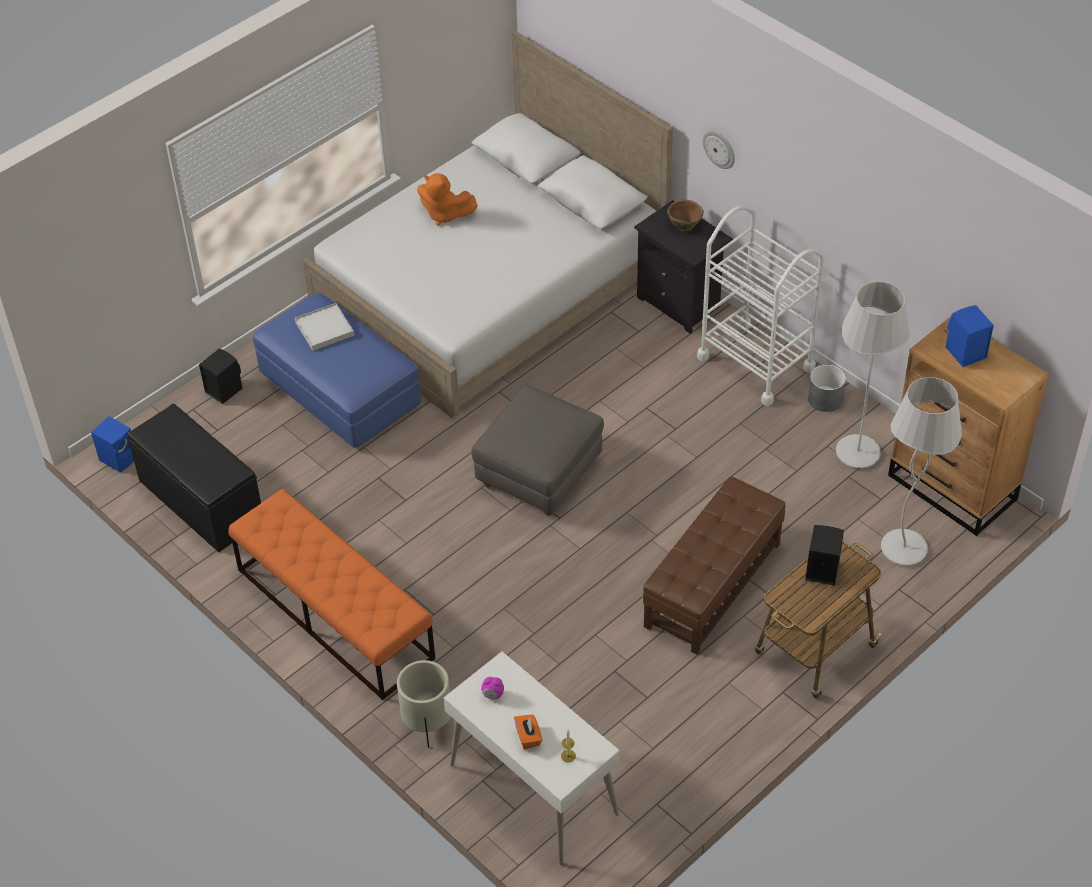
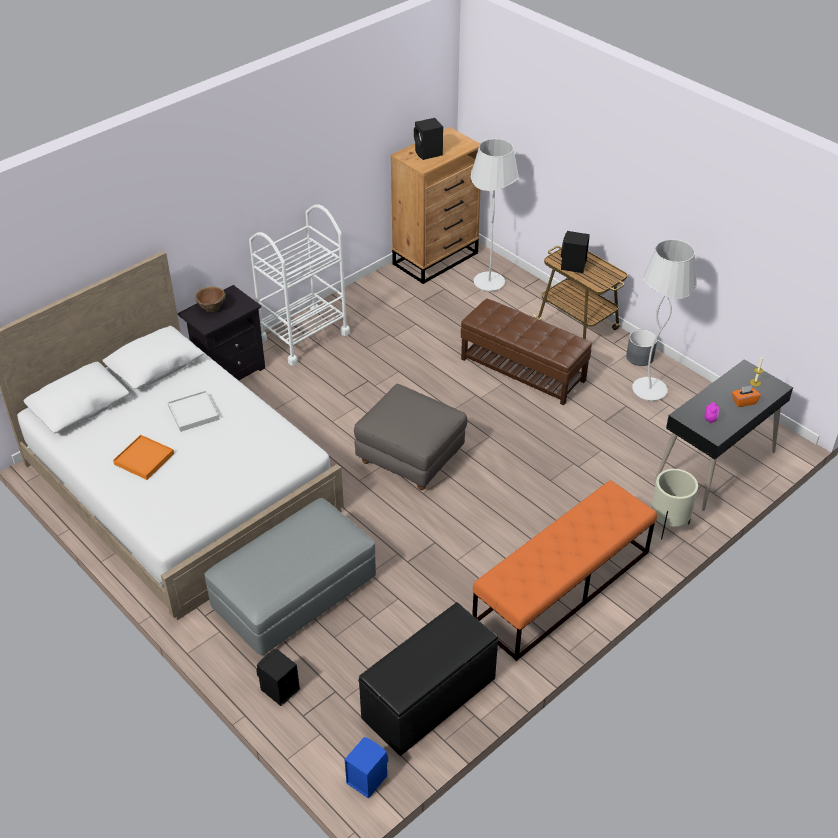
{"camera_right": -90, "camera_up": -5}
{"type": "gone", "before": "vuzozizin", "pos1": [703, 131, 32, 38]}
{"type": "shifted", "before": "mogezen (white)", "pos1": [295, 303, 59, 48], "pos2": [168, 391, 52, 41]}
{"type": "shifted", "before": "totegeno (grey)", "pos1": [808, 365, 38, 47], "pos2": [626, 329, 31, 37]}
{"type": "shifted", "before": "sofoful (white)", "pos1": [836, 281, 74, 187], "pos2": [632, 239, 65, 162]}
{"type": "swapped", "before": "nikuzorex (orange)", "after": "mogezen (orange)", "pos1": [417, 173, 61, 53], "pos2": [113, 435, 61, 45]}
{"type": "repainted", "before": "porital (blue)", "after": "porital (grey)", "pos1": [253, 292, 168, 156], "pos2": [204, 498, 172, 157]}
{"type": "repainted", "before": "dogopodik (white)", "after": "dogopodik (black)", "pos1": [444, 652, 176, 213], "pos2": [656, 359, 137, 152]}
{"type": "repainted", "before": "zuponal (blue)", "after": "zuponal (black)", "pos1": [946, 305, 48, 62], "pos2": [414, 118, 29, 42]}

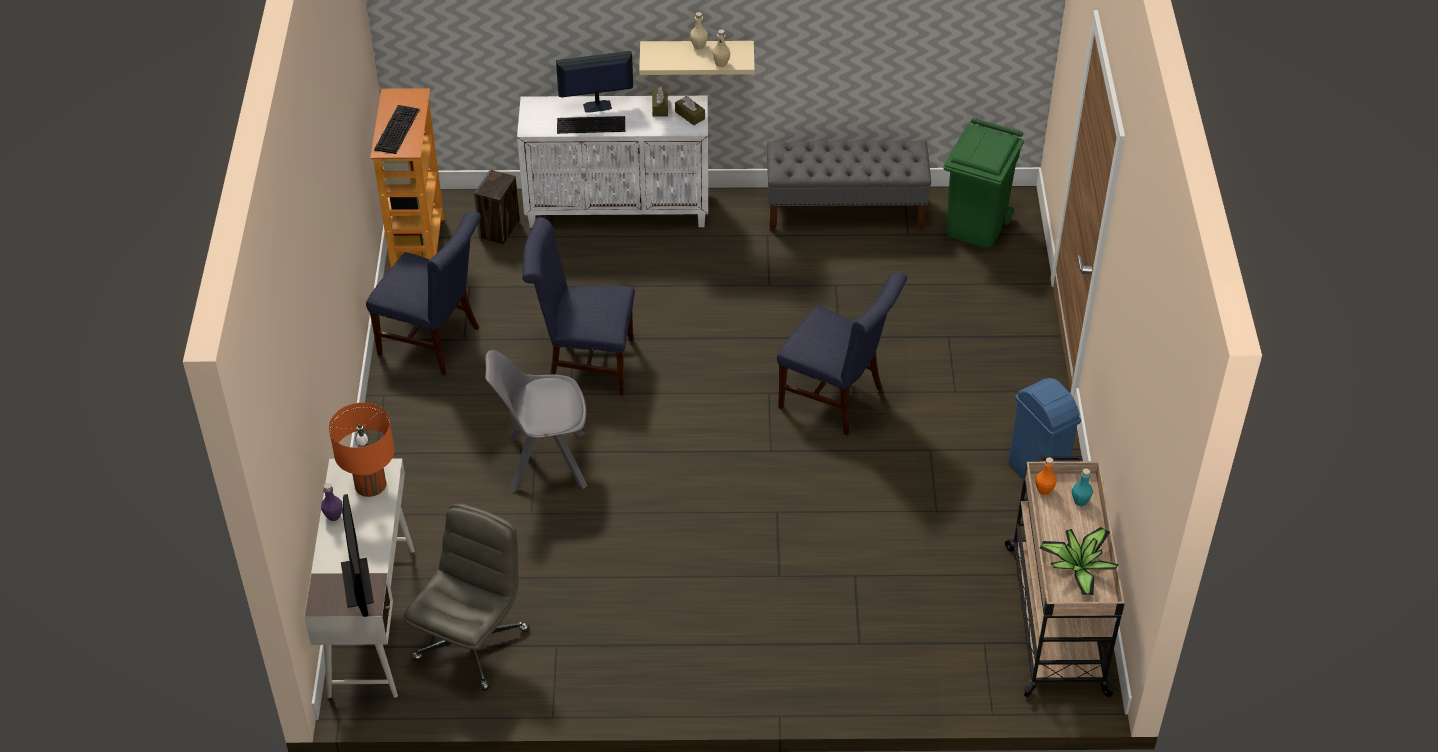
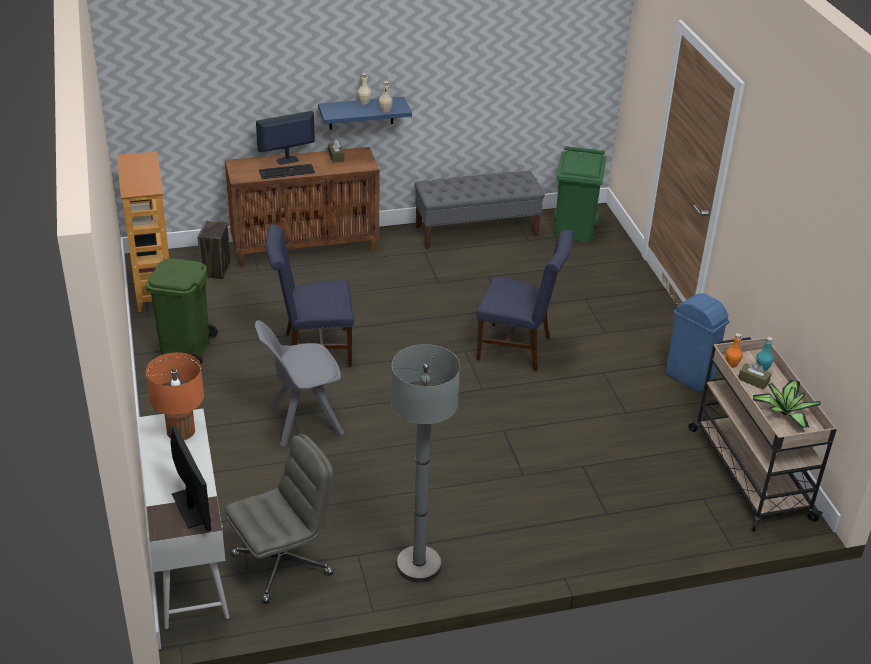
{"camera_right": -15, "camera_up": -10}
{"type": "gone", "before": "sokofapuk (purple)", "pos1": [321, 483, 21, 38]}
{"type": "gone", "before": "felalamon", "pos1": [374, 105, 46, 49]}
{"type": "new", "after": "sofoful (grey)", "pos2": [391, 344, 69, 239]}
{"type": "shifted", "before": "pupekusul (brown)", "pos1": [675, 96, 30, 29], "pos2": [738, 363, 34, 27]}
{"type": "swapped", "before": "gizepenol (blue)", "after": "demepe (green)", "pos1": [366, 211, 115, 164], "pos2": [145, 258, 73, 106]}
{"type": "repainted", "before": "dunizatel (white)", "after": "dunizatel (brown)", "pos1": [517, 96, 191, 132], "pos2": [225, 147, 155, 120]}
{"type": "repainted", "before": "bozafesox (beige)", "after": "bozafesox (blue)", "pos1": [639, 41, 116, 34], "pos2": [318, 97, 94, 33]}
{"type": "rotated", "before": "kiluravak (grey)", "pos1": [404, 503, 126, 188], "pos2": [224, 434, 110, 170], "turn": 45}

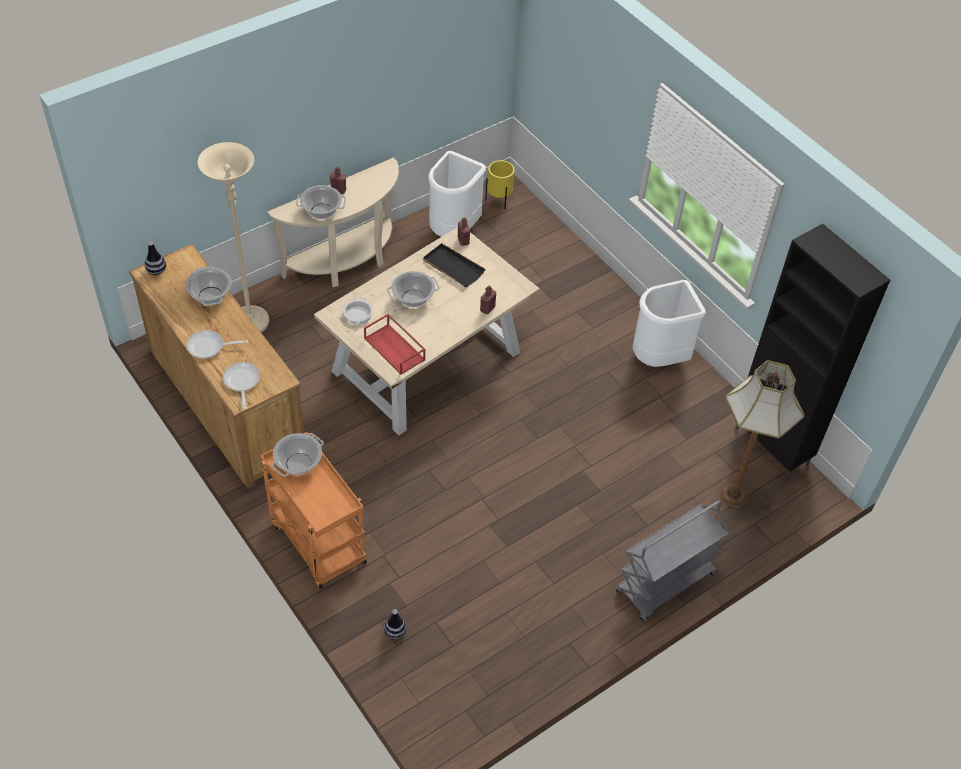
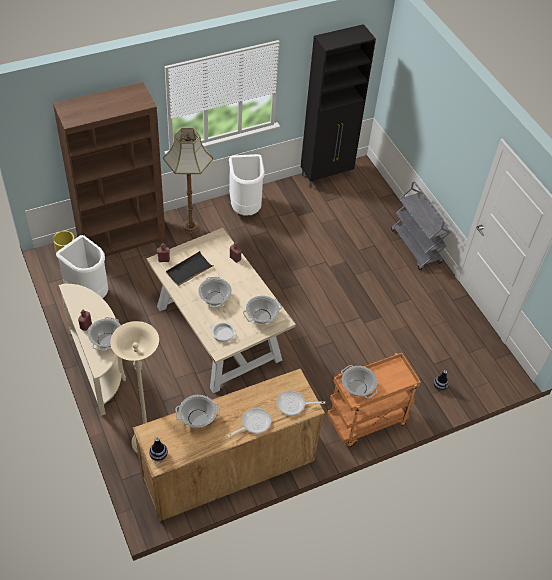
{"camera_right": -80, "camera_up": 0}
{"type": "new", "after": "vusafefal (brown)", "pos2": [53, 82, 113, 175]}
{"type": "shifted", "before": "sofoful", "pos1": [720, 360, 85, 147], "pos2": [163, 128, 50, 105]}
{"type": "swapped", "before": "mogezen (red)", "after": "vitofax", "pos1": [364, 314, 62, 61], "pos2": [243, 296, 39, 28]}
{"type": "rotated", "before": "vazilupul", "pos1": [186, 330, 62, 29], "pos2": [228, 408, 43, 29], "turn": -135}

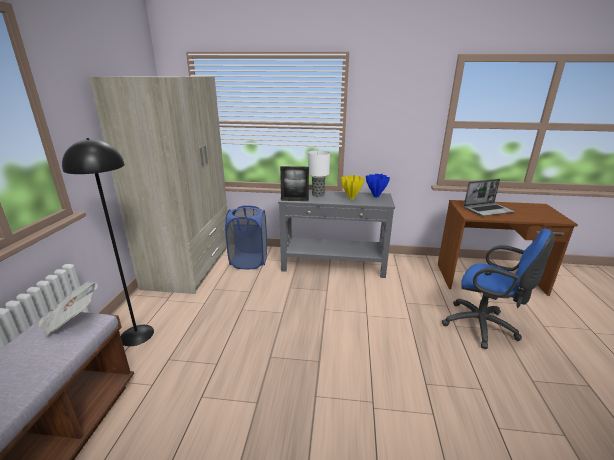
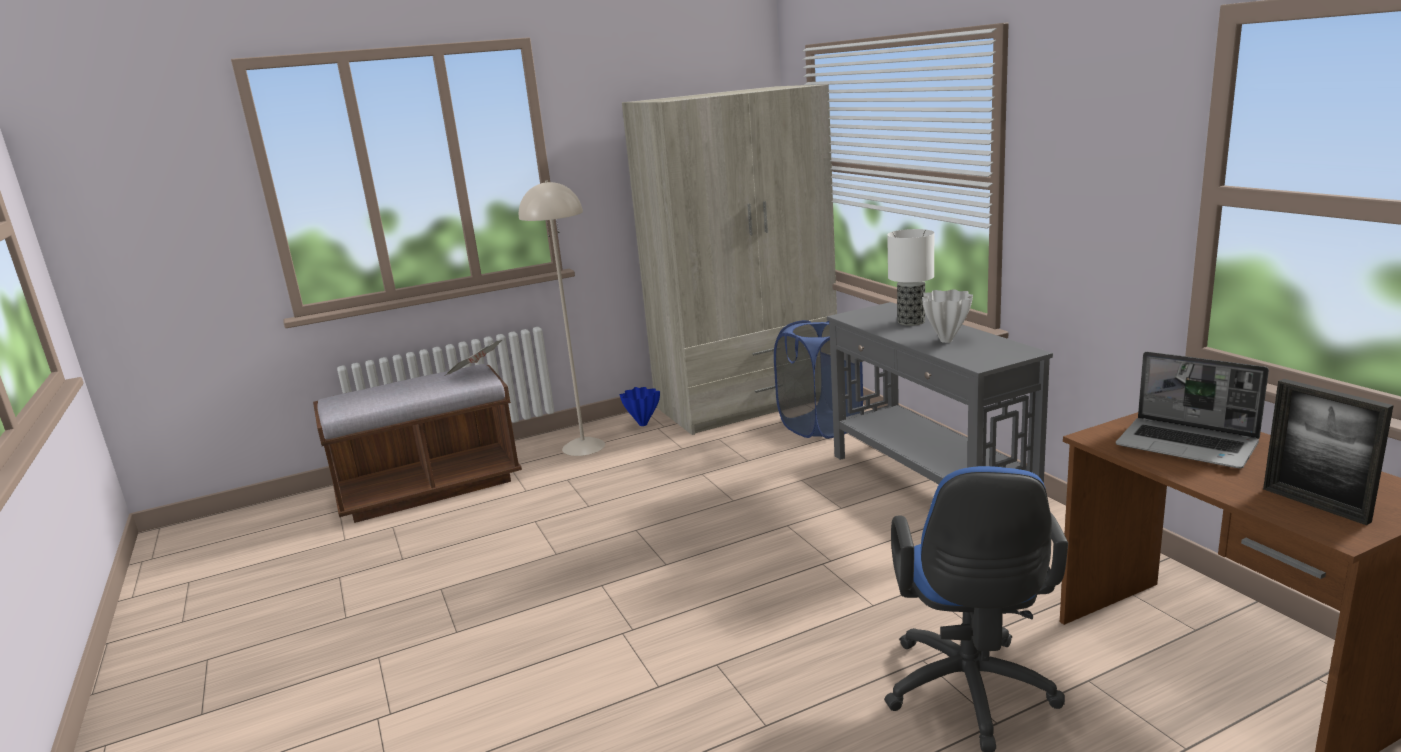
{"camera_right": 60, "camera_up": -5}
{"type": "shifted", "before": "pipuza", "pos1": [280, 166, 29, 35], "pos2": [1263, 379, 131, 146]}
{"type": "shifted", "before": "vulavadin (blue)", "pos1": [366, 174, 24, 23], "pos2": [620, 387, 40, 39]}
{"type": "repainted", "before": "sofoful (black)", "after": "sofoful (beige)", "pos1": [62, 138, 92, 208], "pos2": [519, 181, 86, 275]}
{"type": "repainted", "before": "vulavadin (yellow)", "after": "vulavadin (white)", "pos1": [341, 175, 24, 25], "pos2": [922, 290, 51, 53]}

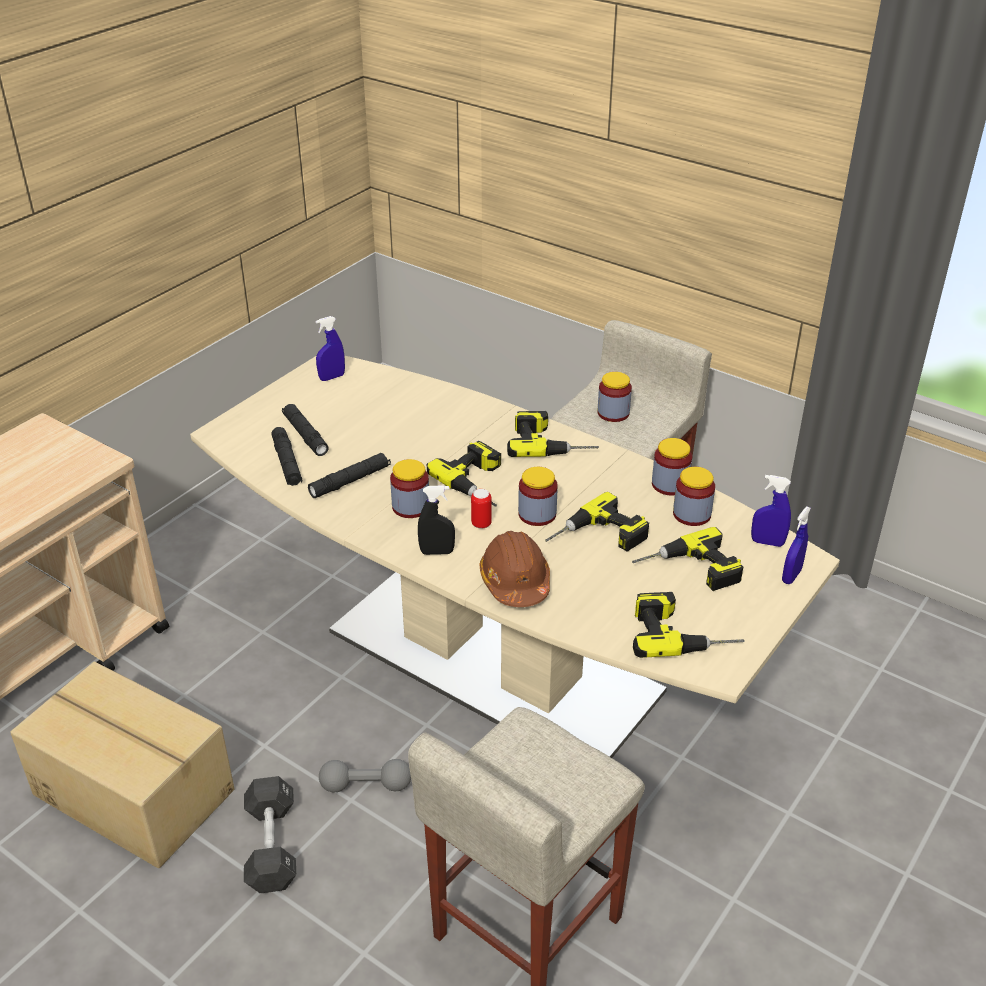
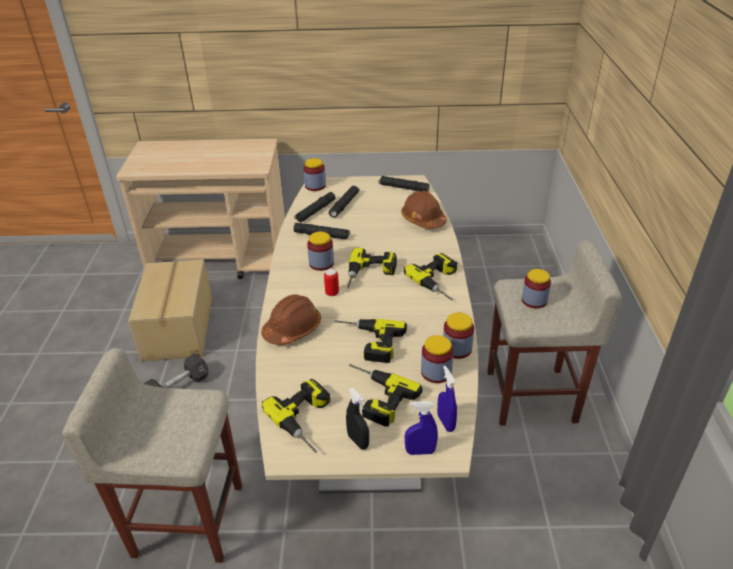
{"camera_right": 55, "camera_up": 0}
{"type": "gone", "before": "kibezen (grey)", "pos1": [319, 759, 92, 33]}
{"type": "new", "after": "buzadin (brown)", "pos2": [401, 191, 46, 38]}
{"type": "shifted", "before": "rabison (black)", "pos1": [418, 485, 37, 70], "pos2": [346, 388, 23, 62]}
{"type": "shifted", "before": "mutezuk", "pos1": [518, 467, 40, 59], "pos2": [304, 158, 22, 33]}
{"type": "swapped", "before": "rabison (blue)", "after": "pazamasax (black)", "pos1": [315, 316, 30, 65], "pos2": [378, 176, 51, 16]}

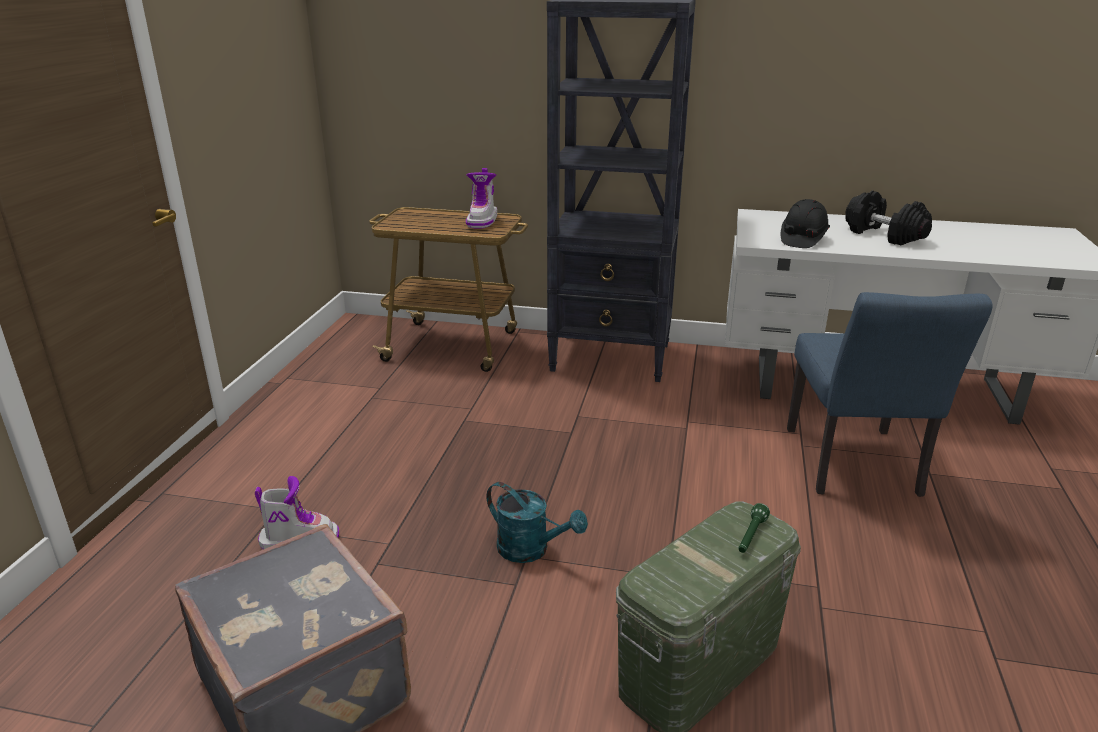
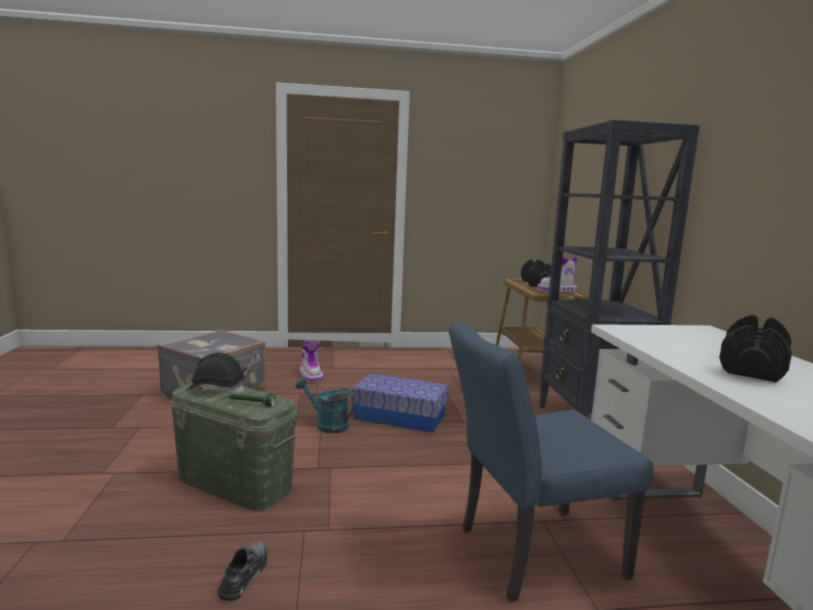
{"camera_right": 70, "camera_up": -15}
{"type": "new", "after": "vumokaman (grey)", "pos2": [217, 541, 50, 60]}
{"type": "new", "after": "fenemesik", "pos2": [352, 373, 96, 60]}
{"type": "new", "after": "kibezen (black)", "pos2": [521, 259, 30, 28]}
{"type": "shifted", "before": "buzadin (black)", "pos1": [781, 199, 49, 49], "pos2": [187, 353, 58, 41]}
{"type": "rotated", "before": "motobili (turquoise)", "pos1": [487, 482, 101, 81], "pos2": [296, 378, 59, 55], "turn": 105}

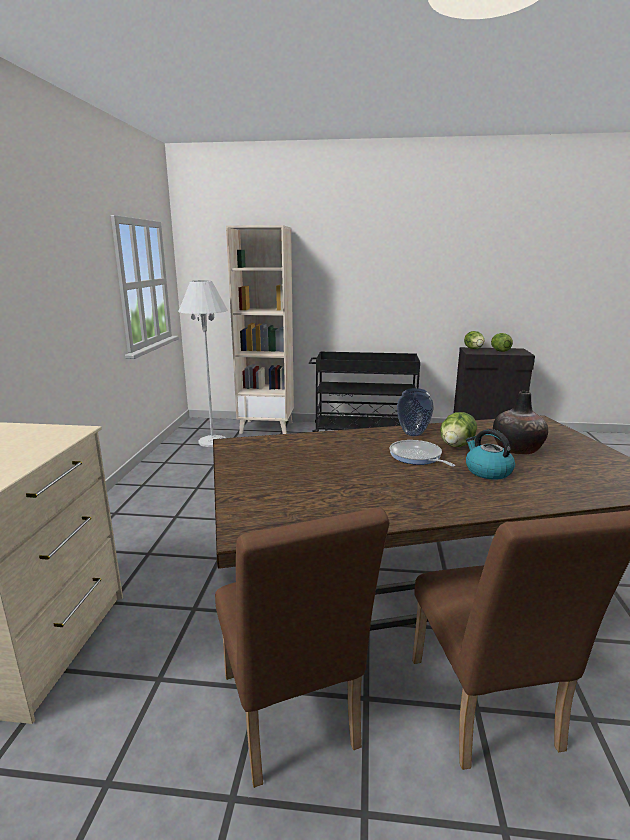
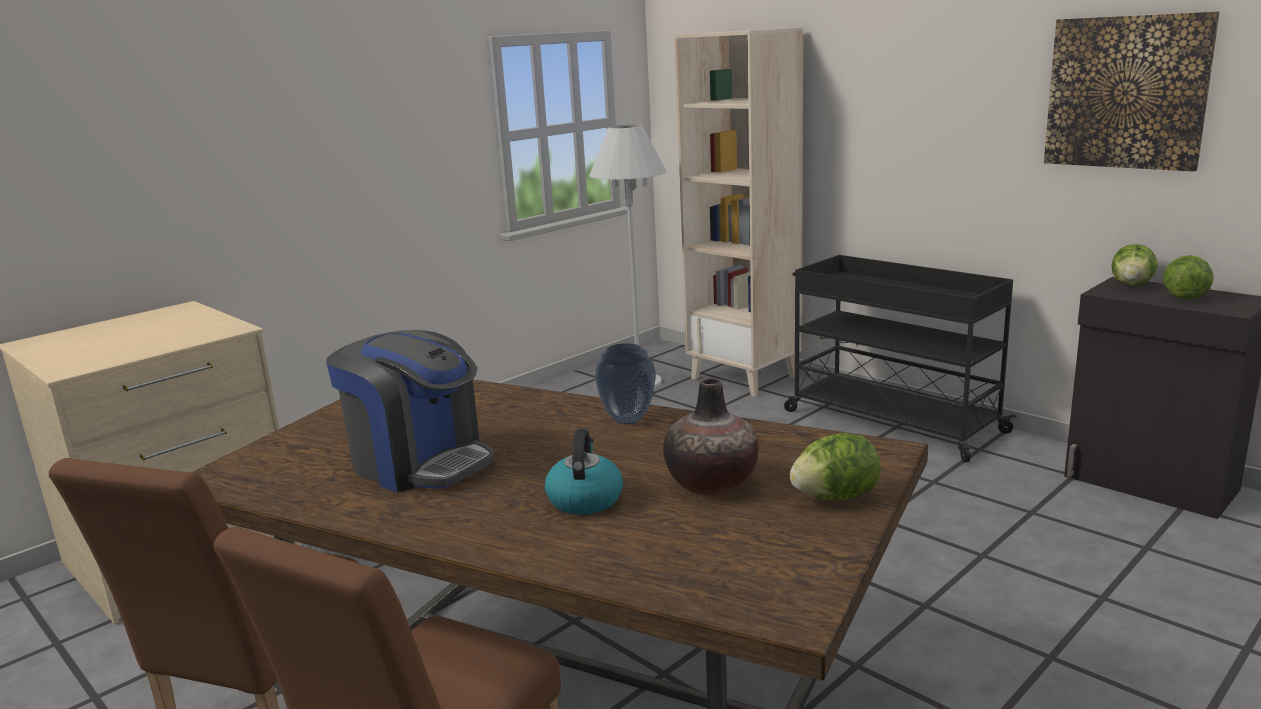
{"camera_right": 40, "camera_up": 0}
{"type": "gone", "before": "vazilupul", "pos1": [390, 440, 65, 27]}
{"type": "new", "after": "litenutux", "pos2": [326, 330, 170, 163]}
{"type": "new", "after": "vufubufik", "pos2": [1044, 11, 176, 160]}
{"type": "shifted", "before": "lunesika", "pos1": [440, 412, 37, 35], "pos2": [790, 433, 91, 68]}

